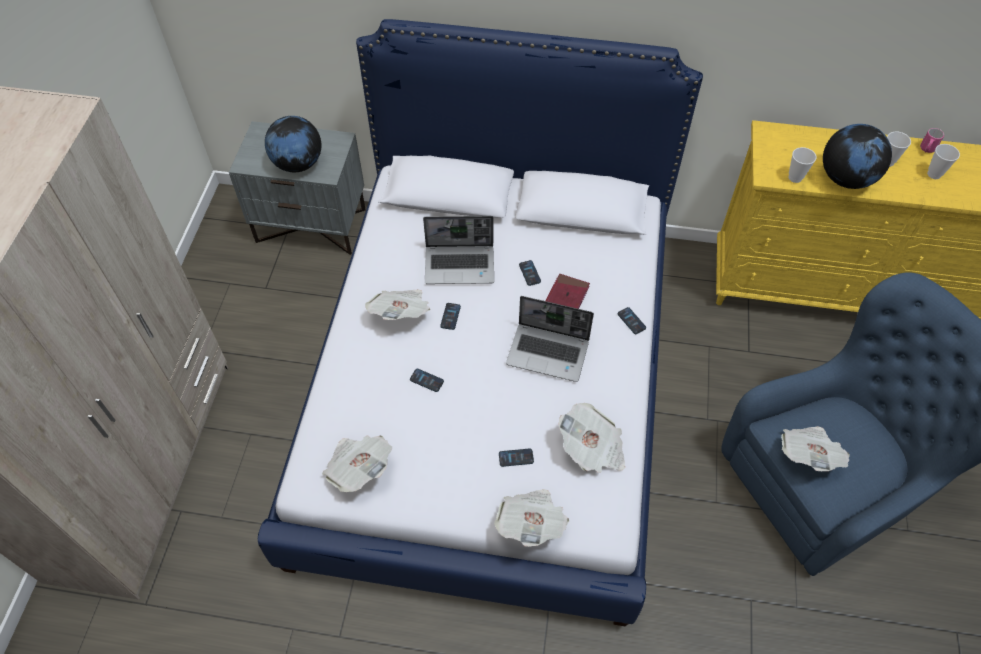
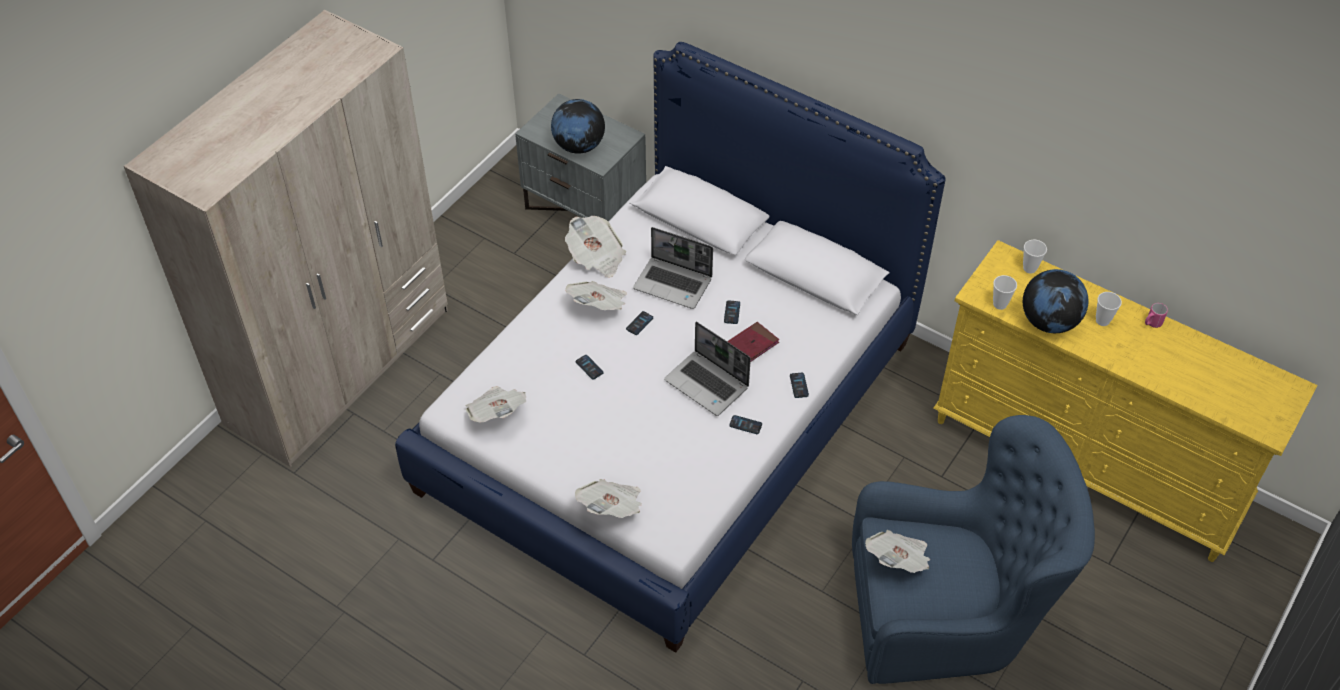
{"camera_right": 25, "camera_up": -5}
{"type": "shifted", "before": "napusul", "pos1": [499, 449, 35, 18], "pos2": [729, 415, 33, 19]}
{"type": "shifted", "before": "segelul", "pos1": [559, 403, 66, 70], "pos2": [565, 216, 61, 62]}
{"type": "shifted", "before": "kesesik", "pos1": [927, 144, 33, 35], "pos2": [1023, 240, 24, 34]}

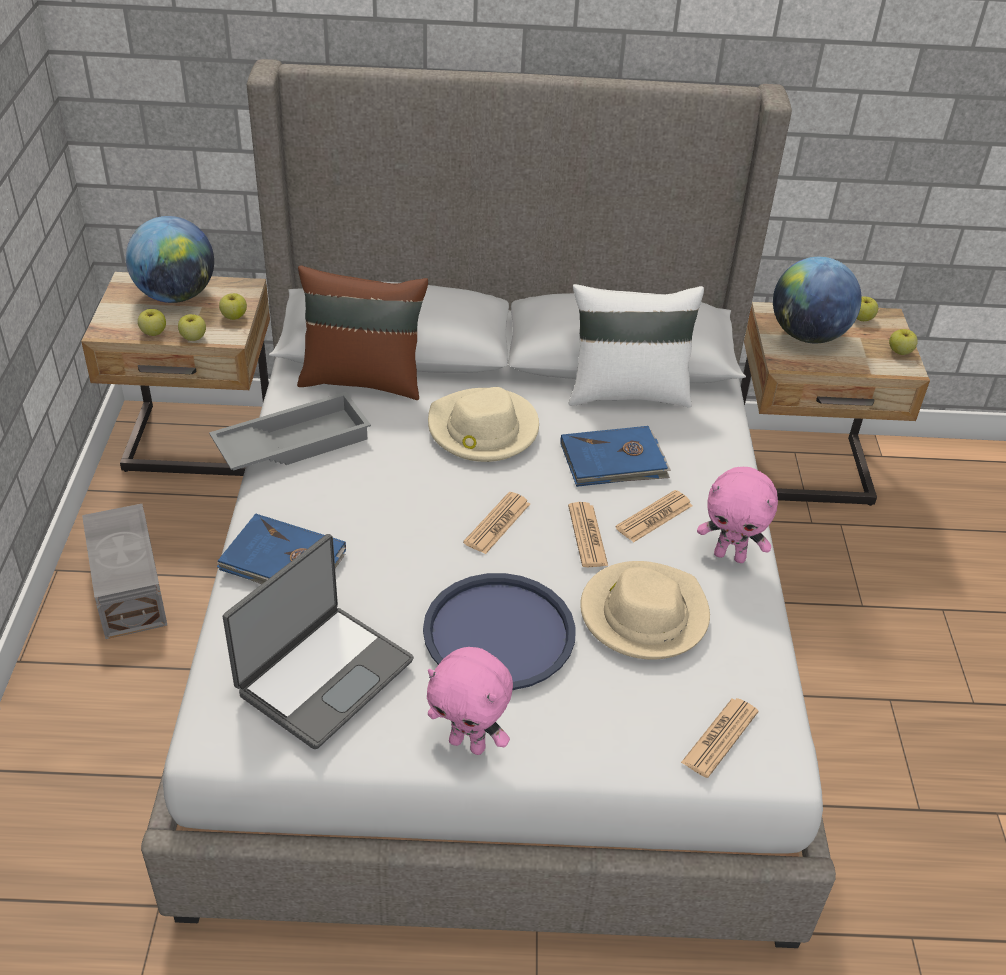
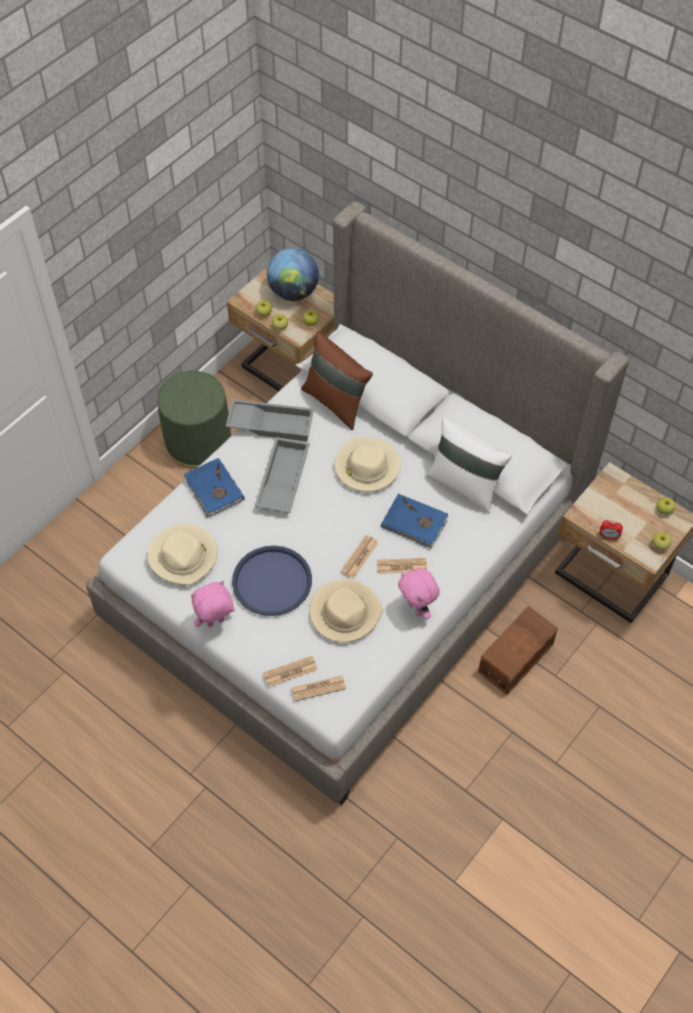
{"camera_right": 40, "camera_up": 15}
{"type": "gone", "before": "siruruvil", "pos1": [773, 257, 89, 86]}
{"type": "new", "after": "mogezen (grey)", "pos2": [255, 437, 55, 76]}
{"type": "new", "after": "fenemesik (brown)", "pos2": [478, 606, 80, 89]}
{"type": "new", "after": "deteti", "pos2": [600, 520, 23, 20]}
{"type": "shifted", "before": "segelul", "pos1": [463, 492, 67, 62], "pos2": [263, 656, 55, 31]}
{"type": "swapped", "before": "fenemesik (grey)", "after": "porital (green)", "pos1": [82, 504, 85, 135], "pos2": [157, 371, 74, 97]}
{"type": "swapped", "before": "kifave", "after": "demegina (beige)", "pos1": [223, 534, 191, 215], "pos2": [147, 524, 70, 62]}
{"type": "rotated", "before": "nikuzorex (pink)", "pos1": [427, 647, 86, 108], "pos2": [191, 581, 44, 46], "turn": 90}

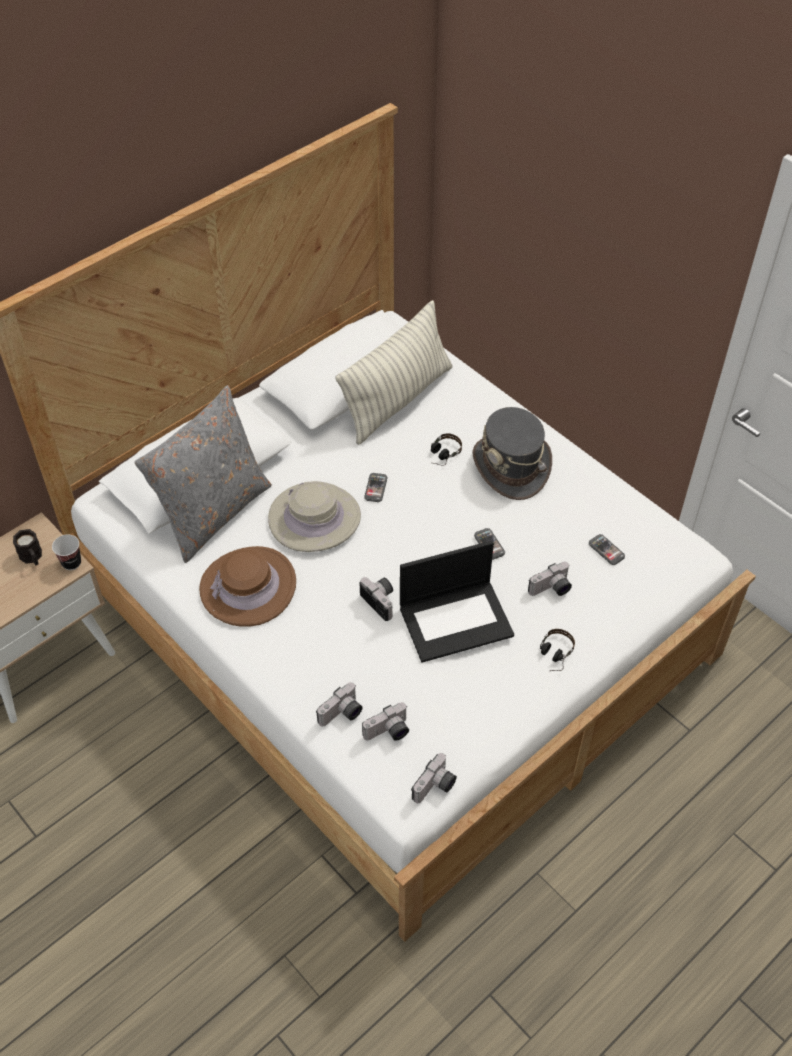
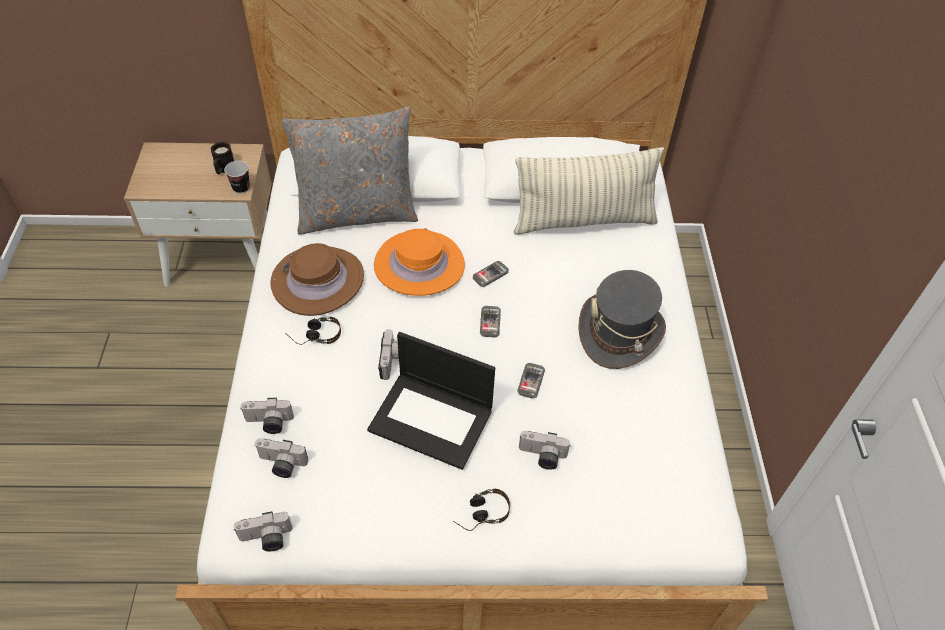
{"camera_right": 40, "camera_up": 0}
{"type": "shifted", "before": "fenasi", "pos1": [431, 433, 31, 33], "pos2": [285, 317, 56, 28]}
{"type": "shifted", "before": "napusul", "pos1": [589, 534, 36, 31], "pos2": [480, 306, 21, 31]}
{"type": "repainted", "before": "demegina (beige)", "after": "demegina (orange)", "pos1": [268, 481, 93, 71], "pos2": [374, 228, 91, 68]}

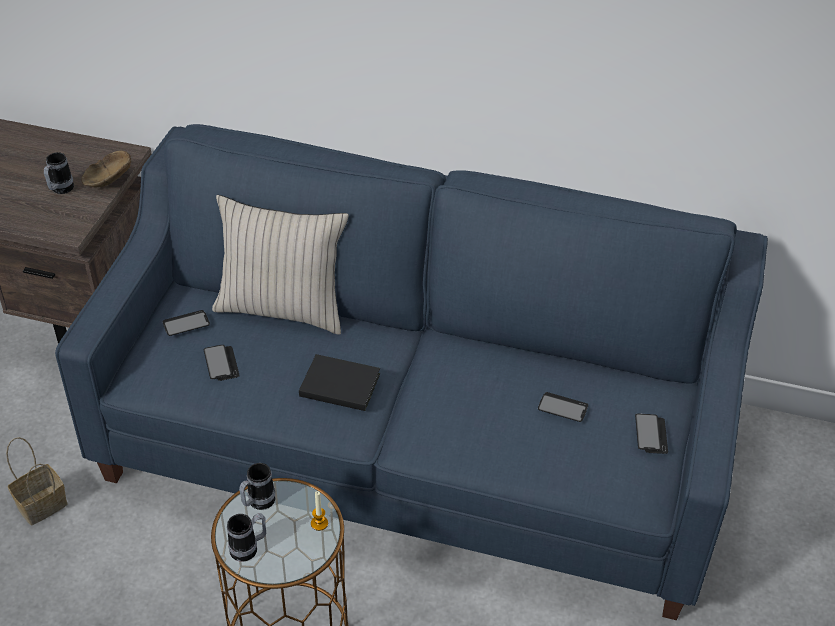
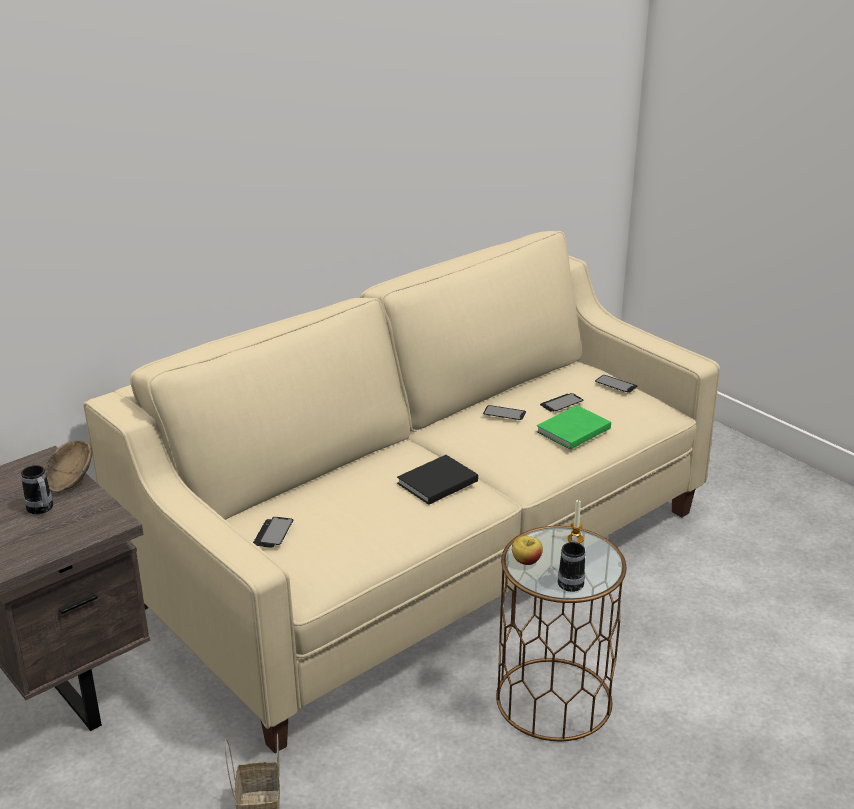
{"camera_right": -55, "camera_up": -15}
{"type": "gone", "before": "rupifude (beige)", "pos1": [212, 195, 137, 140]}
{"type": "new", "after": "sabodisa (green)", "pos2": [536, 405, 75, 45]}
{"type": "shifted", "before": "napusul", "pos1": [203, 345, 37, 36], "pos2": [483, 405, 43, 15]}
{"type": "swapped", "before": "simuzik", "after": "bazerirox", "pos1": [239, 463, 36, 47], "pos2": [512, 536, 31, 29]}
{"type": "repainted", "before": "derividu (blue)", "after": "derividu (beige)", "pos1": [55, 124, 713, 496], "pos2": [83, 231, 637, 522]}

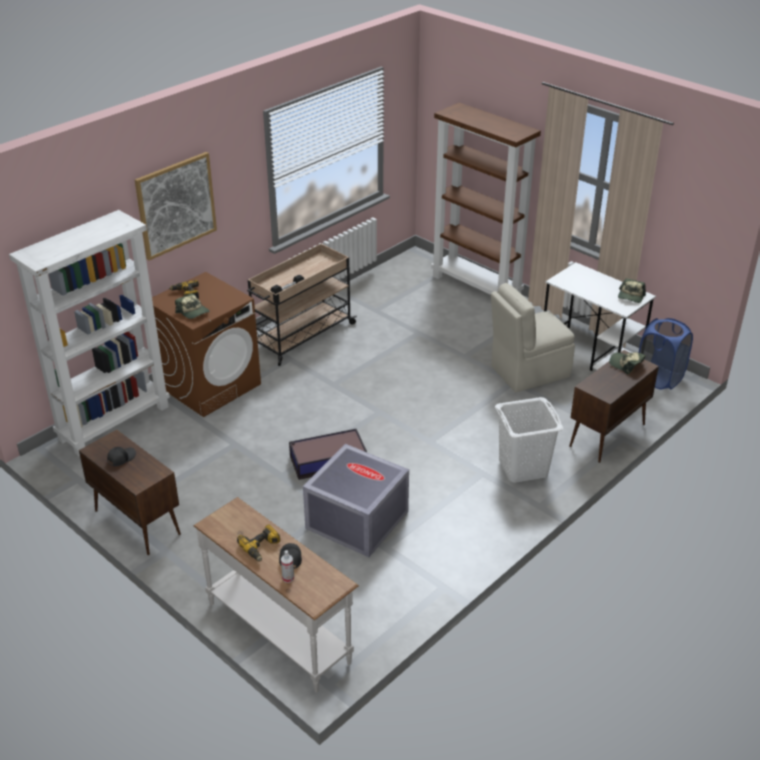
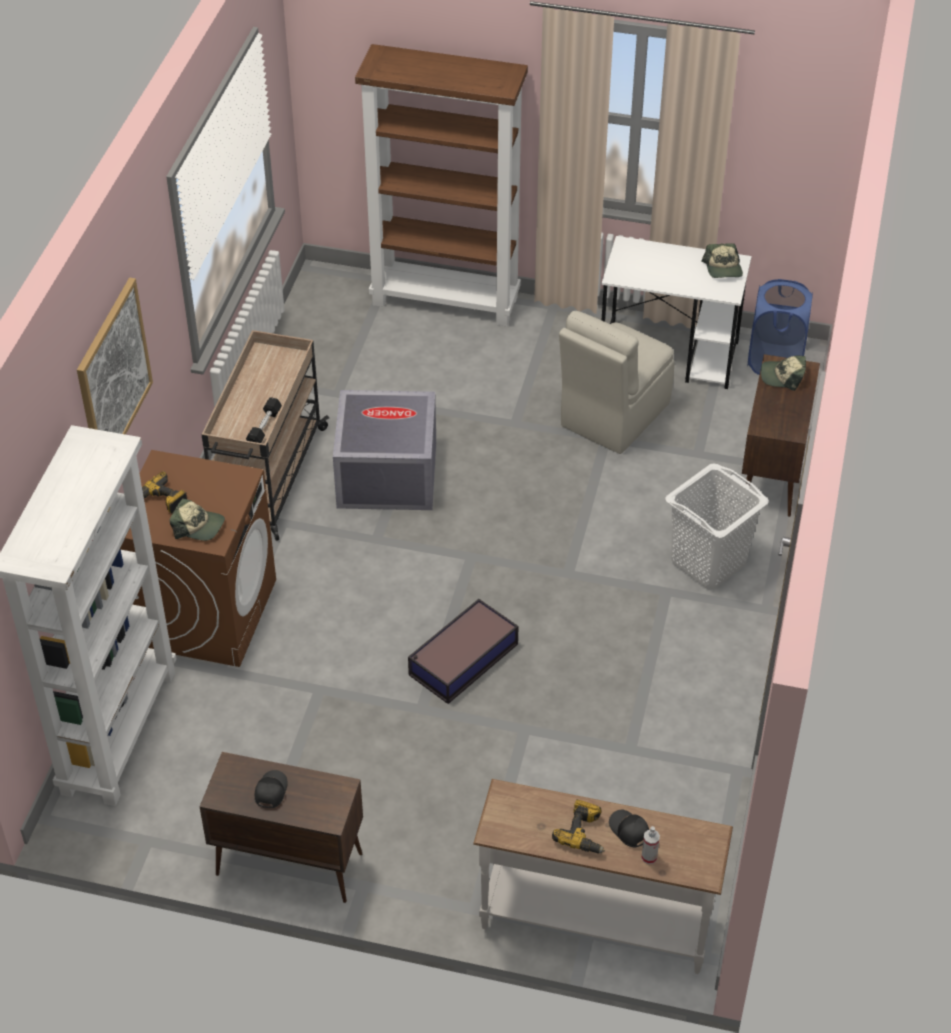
{"camera_right": -30, "camera_up": 10}
{"type": "shifted", "before": "fenemesik (grey)", "pos1": [303, 444, 106, 113], "pos2": [333, 390, 103, 120]}

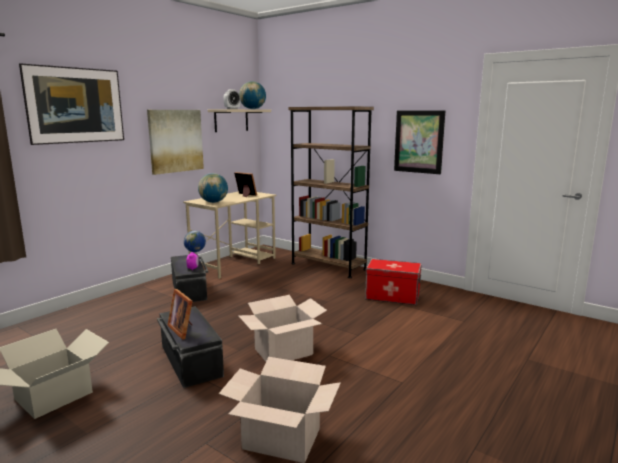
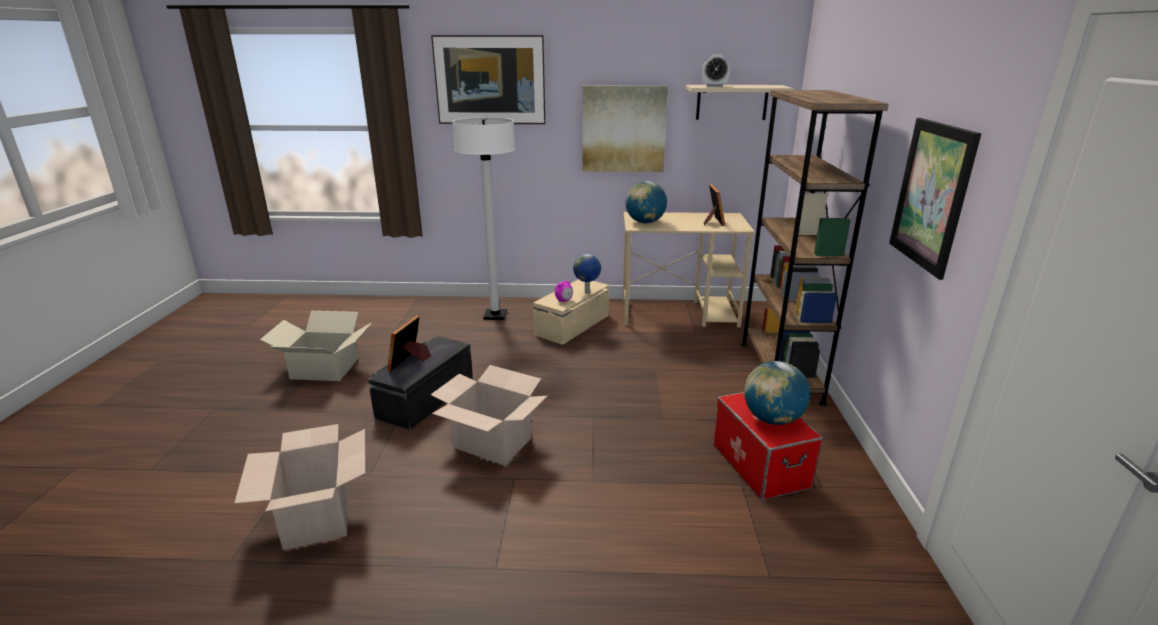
{"camera_right": 55, "camera_up": 10}
{"type": "new", "after": "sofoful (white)", "pos2": [452, 117, 63, 203]}
{"type": "shifted", "before": "siruruvil", "pos1": [239, 81, 27, 28], "pos2": [744, 361, 66, 64]}
{"type": "repainted", "before": "fenemesik (black)", "after": "fenemesik (beige)", "pos1": [171, 254, 37, 48], "pos2": [533, 279, 76, 66]}

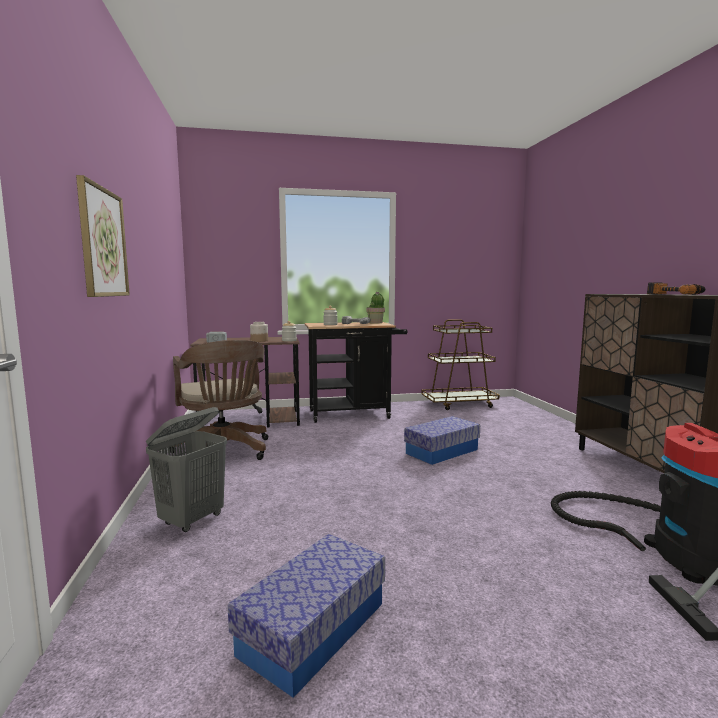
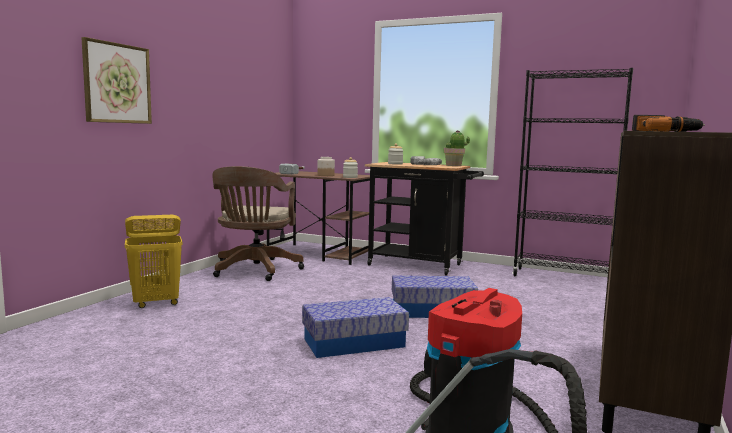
{"camera_right": 35, "camera_up": 0}
{"type": "shifted", "before": "fenemesik", "pos1": [228, 534, 157, 164], "pos2": [302, 297, 107, 61]}
{"type": "swapped", "before": "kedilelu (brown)", "after": "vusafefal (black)", "pos1": [421, 319, 78, 91], "pos2": [512, 68, 121, 208]}
{"type": "repainted", "before": "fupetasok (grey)", "after": "fupetasok (yellow)", "pos1": [146, 407, 81, 125], "pos2": [125, 215, 58, 93]}

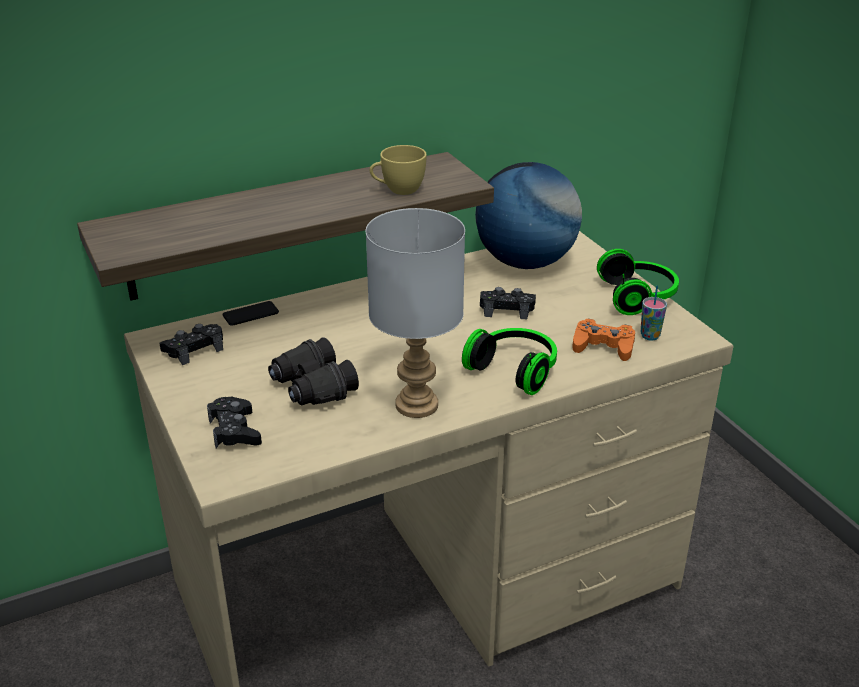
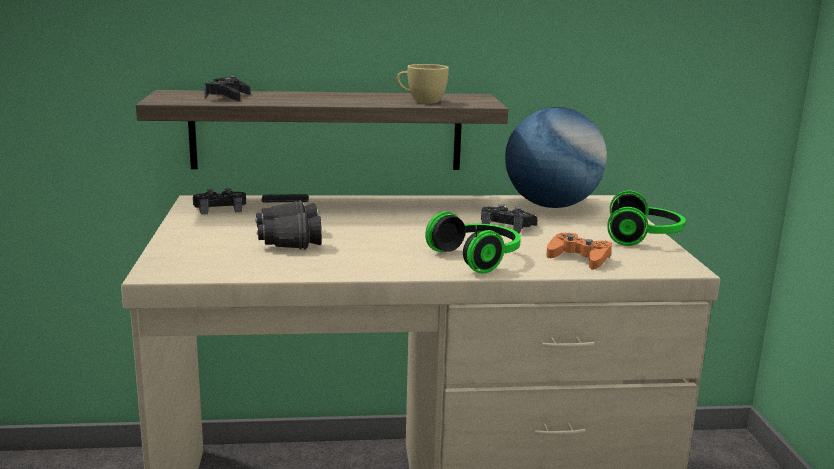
{"camera_right": 20, "camera_up": -15}
{"type": "gone", "before": "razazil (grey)", "pos1": [366, 208, 99, 210]}
{"type": "gone", "before": "kesesik", "pos1": [641, 285, 26, 56]}
{"type": "shifted", "before": "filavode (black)", "pos1": [207, 396, 55, 52], "pos2": [204, 76, 47, 25]}

